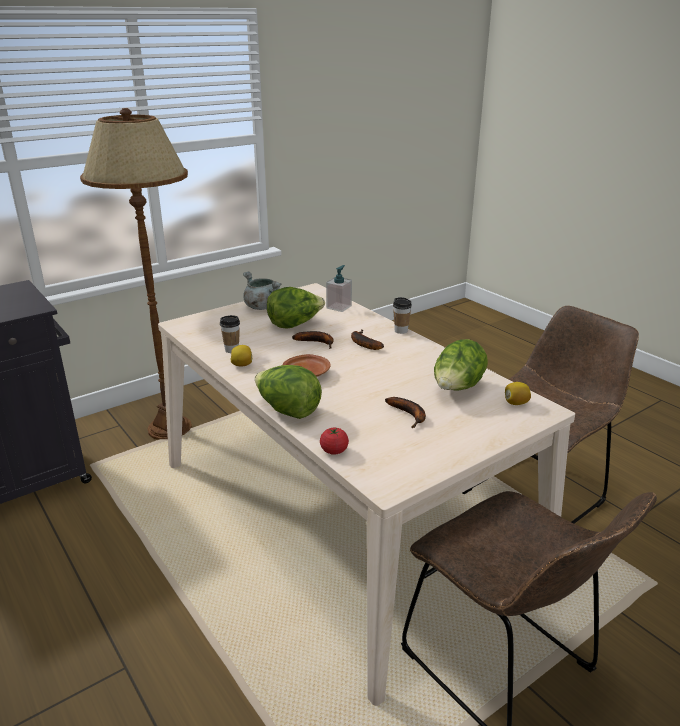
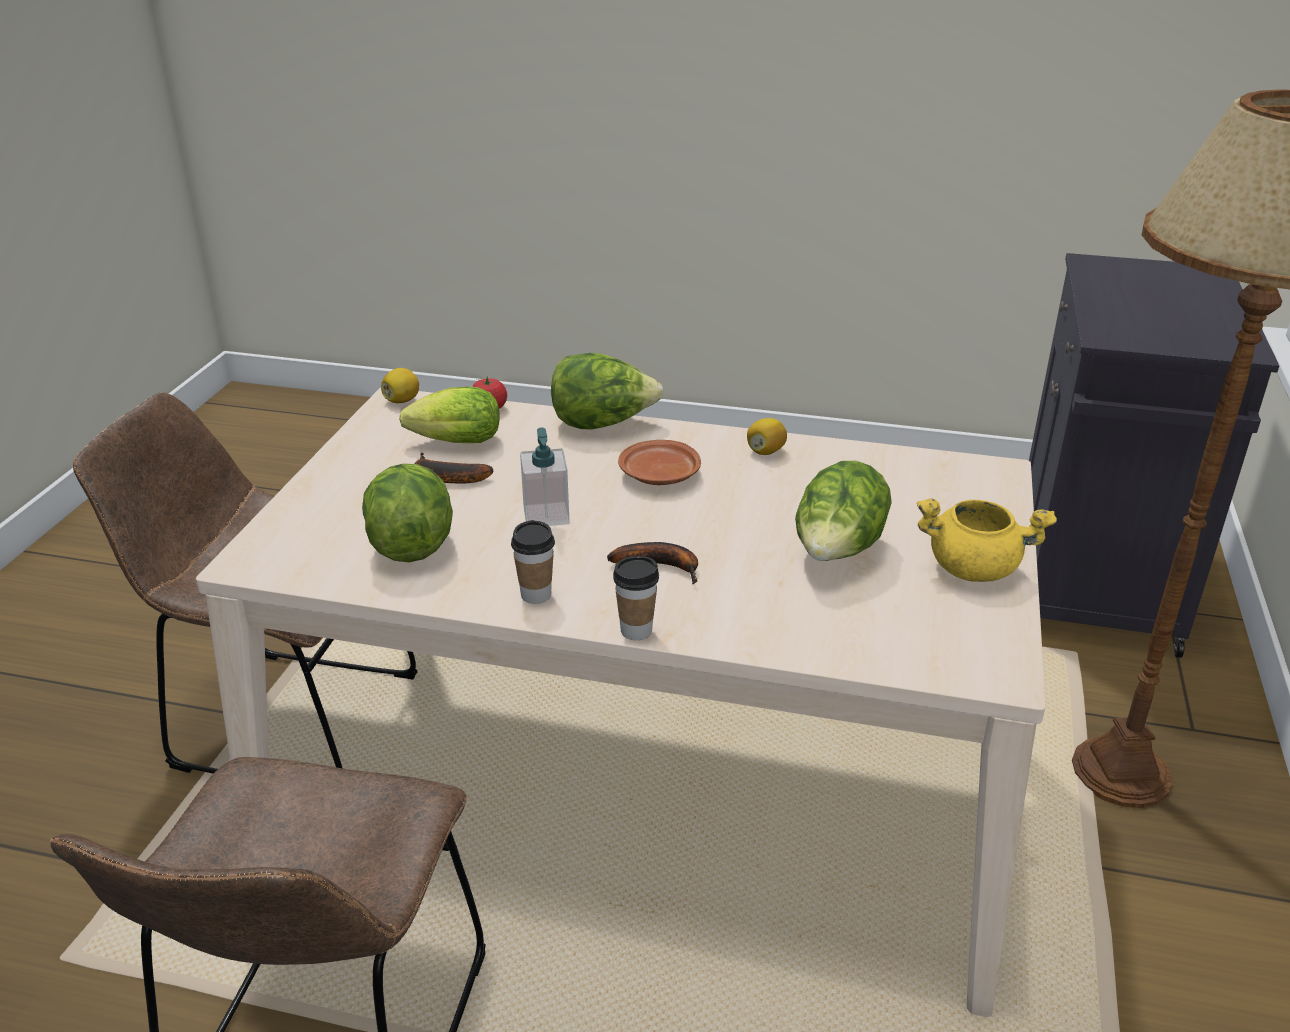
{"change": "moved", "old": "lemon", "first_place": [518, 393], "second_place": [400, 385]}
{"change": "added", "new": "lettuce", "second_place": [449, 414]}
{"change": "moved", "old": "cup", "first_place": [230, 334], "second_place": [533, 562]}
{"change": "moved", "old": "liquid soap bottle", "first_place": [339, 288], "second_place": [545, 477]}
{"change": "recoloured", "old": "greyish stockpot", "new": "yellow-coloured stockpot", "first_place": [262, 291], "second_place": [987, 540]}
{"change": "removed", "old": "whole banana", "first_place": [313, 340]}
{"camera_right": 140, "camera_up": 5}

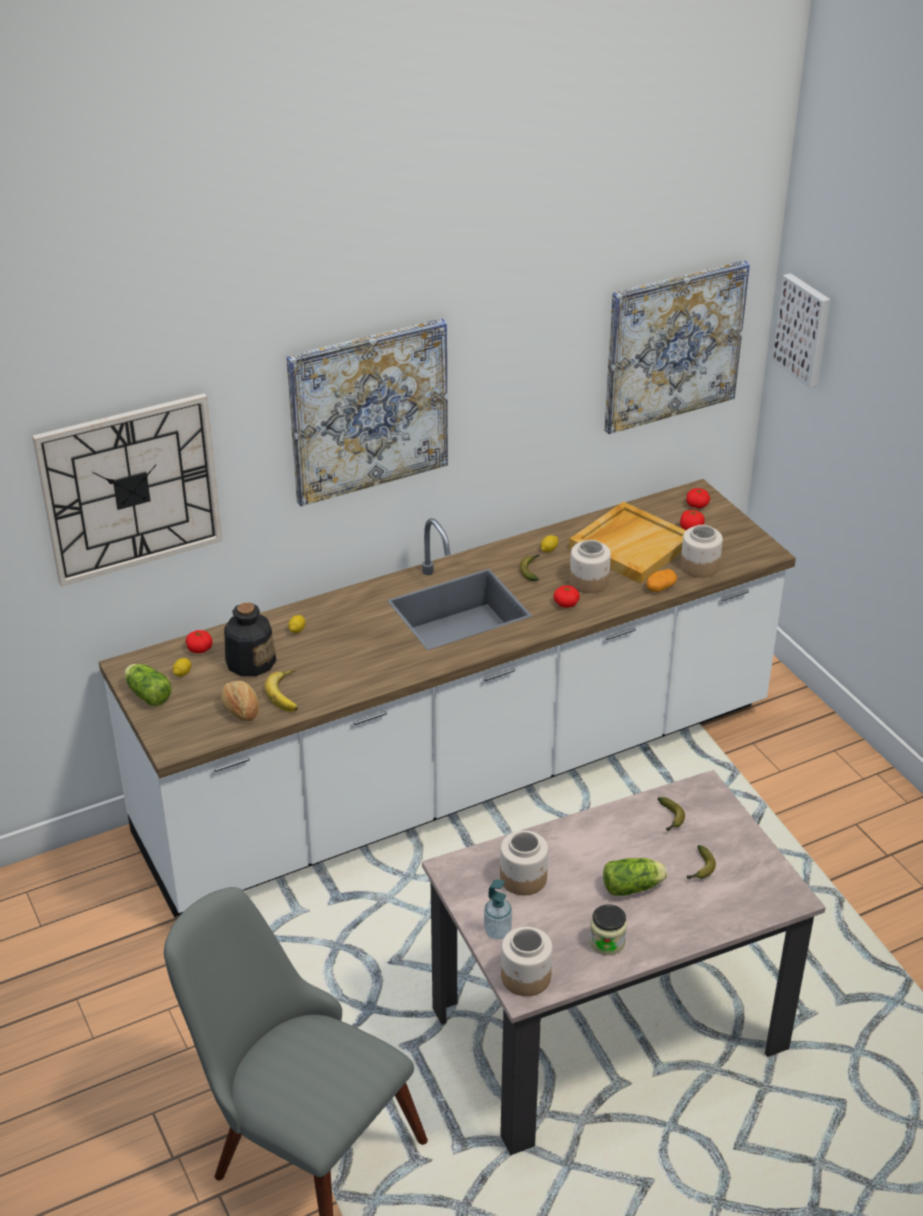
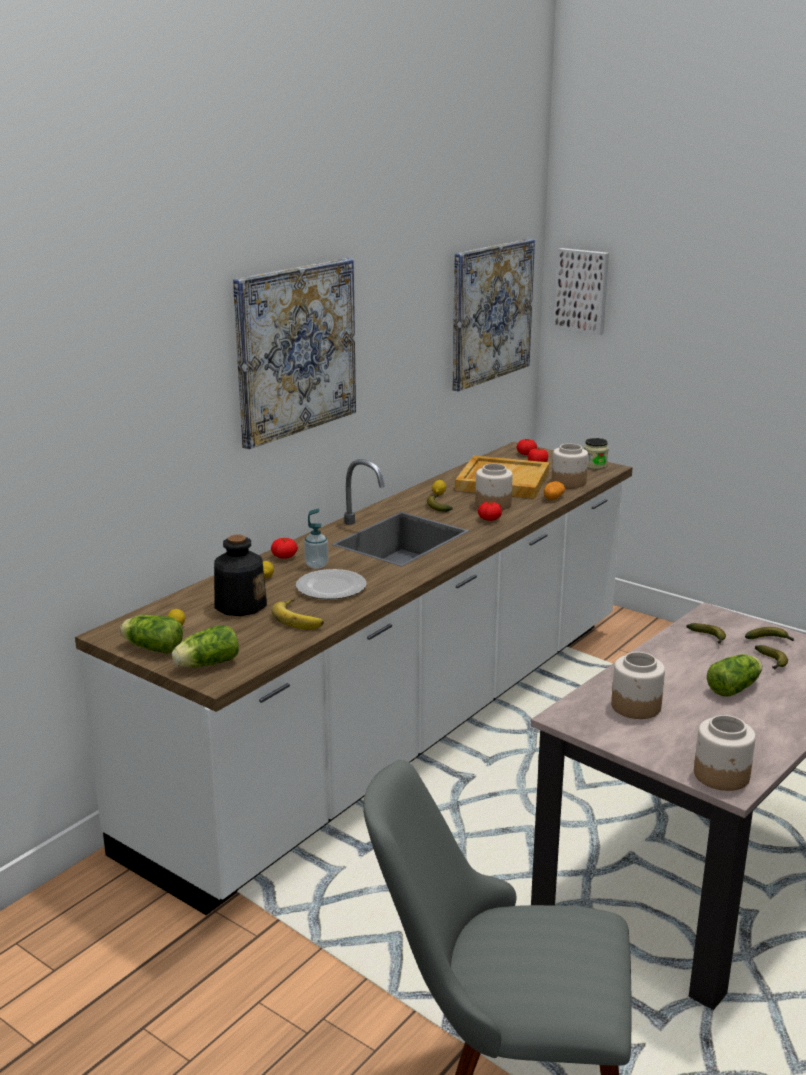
{"change": "added", "new": "lettuce", "second_place": [205, 646]}
{"change": "moved", "old": "whole tomato", "first_place": [199, 641], "second_place": [284, 548]}
{"change": "added", "new": "flat dish", "second_place": [331, 584]}
{"change": "moved", "old": "liquid soap bottle", "first_place": [498, 910], "second_place": [316, 538]}
{"change": "moved", "old": "jar", "first_place": [608, 930], "second_place": [596, 453]}
{"change": "added", "new": "whole banana", "second_place": [769, 634]}
{"change": "removed", "old": "wall clock", "first_place": [127, 489]}
{"change": "removed", "old": "baked bread", "first_place": [239, 701]}
{"camera_right": -25, "camera_up": -15}

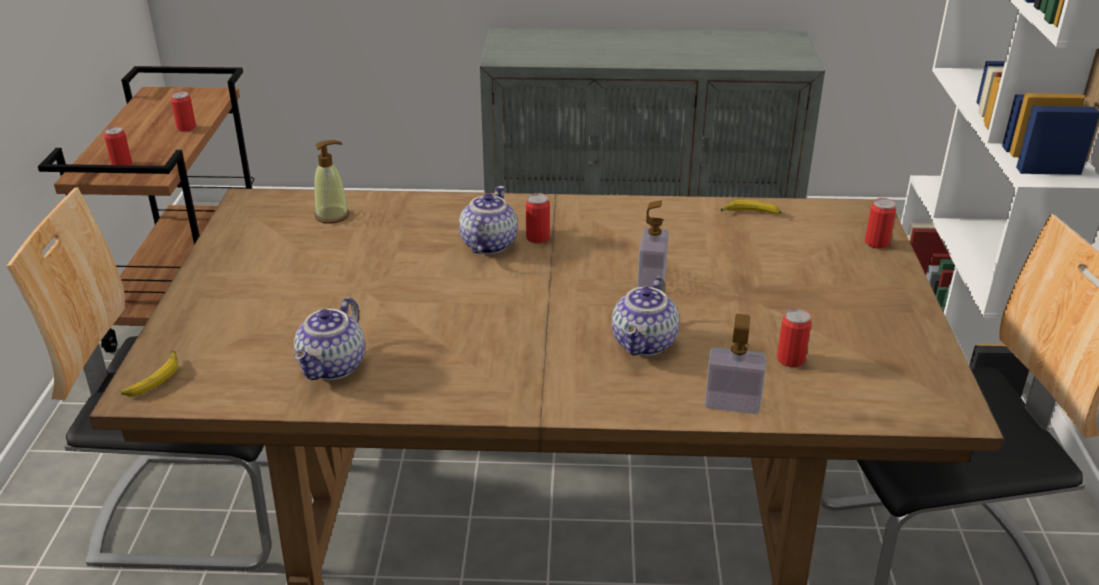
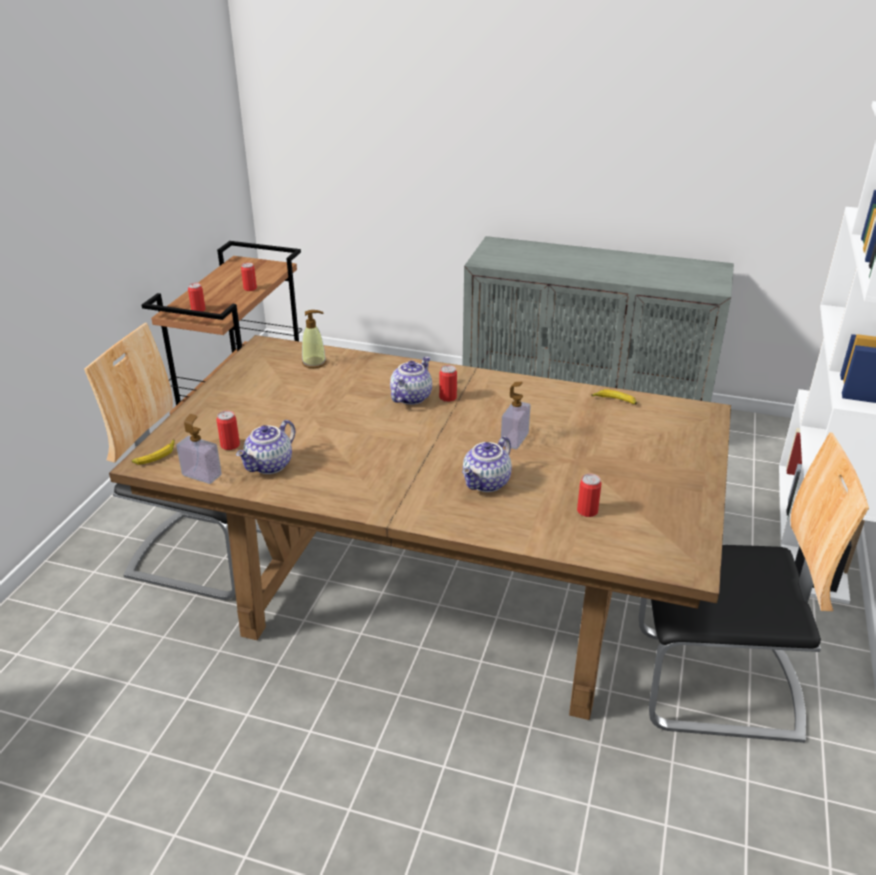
{"change": "moved", "old": "liquid soap bottle", "first_place": [735, 364], "second_place": [199, 449]}
{"change": "moved", "old": "metal can", "first_place": [880, 223], "second_place": [228, 430]}
{"camera_right": 15, "camera_up": 0}

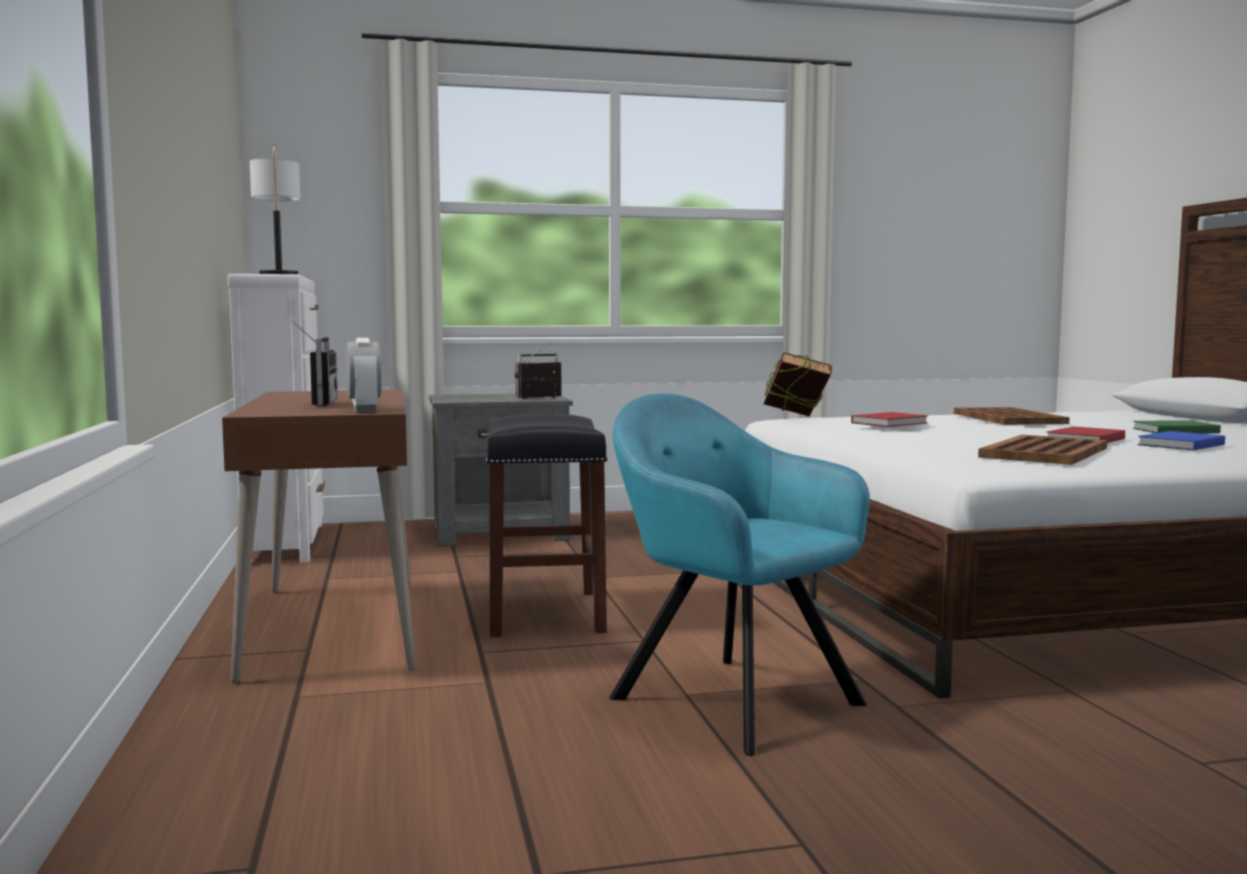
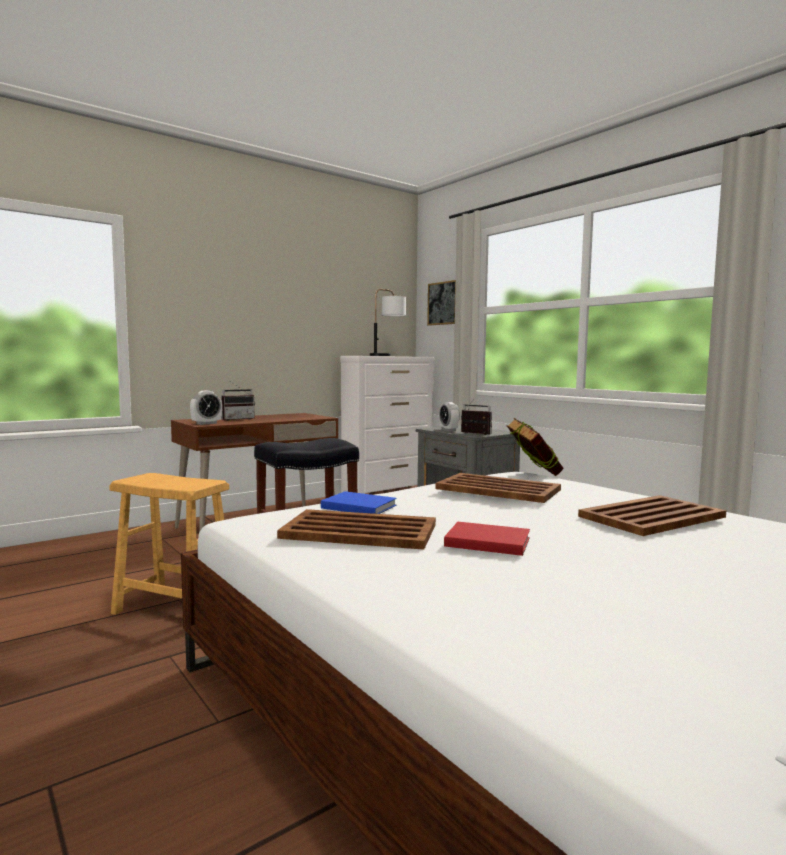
{"change": "replaced", "old": "turquoise-coloured lounge chair", "new": "brownish stool seat", "first_place": [739, 574], "second_place": [169, 544]}
{"change": "moved", "old": "blue-coloured book", "first_place": [1181, 440], "second_place": [359, 502]}
{"change": "added", "new": "wall art", "second_place": [441, 303]}
{"change": "replaced", "old": "reddish book", "new": "brownish carrying tray", "first_place": [889, 419], "second_place": [498, 488]}
{"change": "added", "new": "bedside clock", "second_place": [450, 417]}
{"change": "removed", "old": "green book", "first_place": [1177, 427]}
{"camera_right": 65, "camera_up": 0}

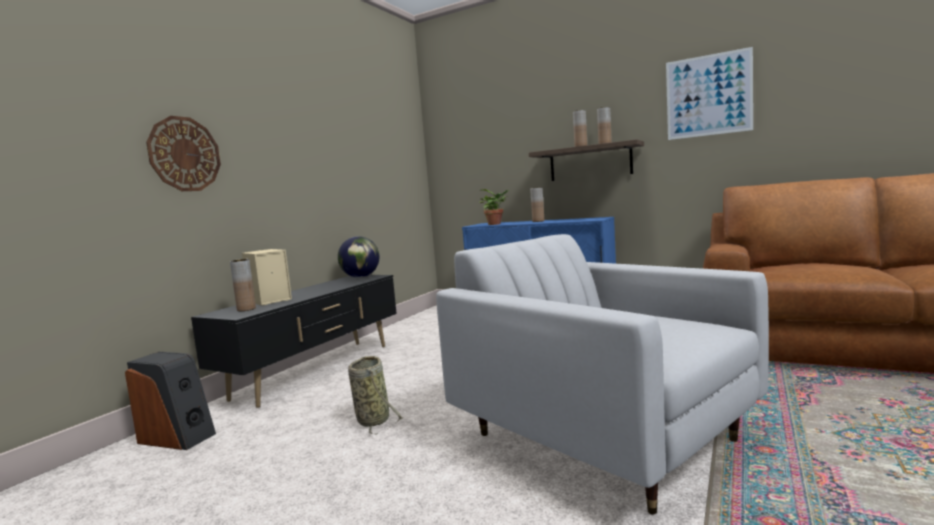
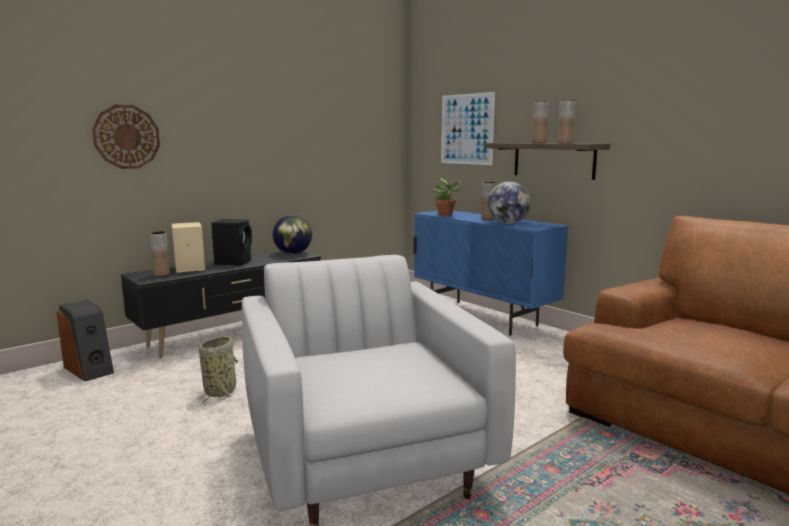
{"change": "added", "new": "blackish loudspeaker", "second_place": [231, 242]}
{"change": "moved", "old": "wall art", "first_place": [709, 93], "second_place": [468, 128]}
{"change": "added", "new": "desk globe", "second_place": [509, 202]}
{"camera_right": 20, "camera_up": 5}

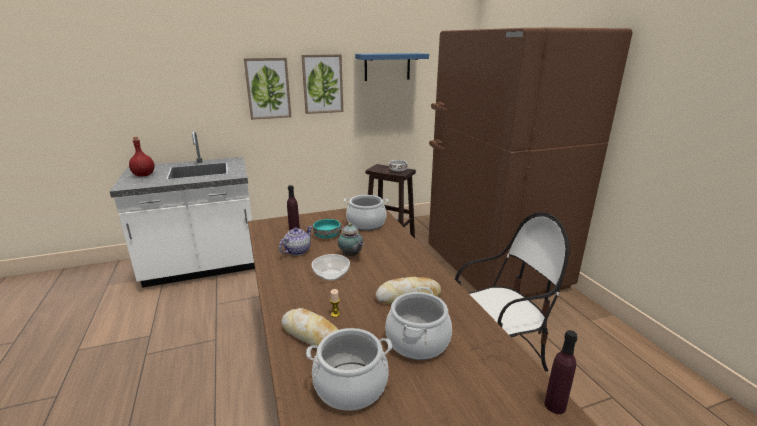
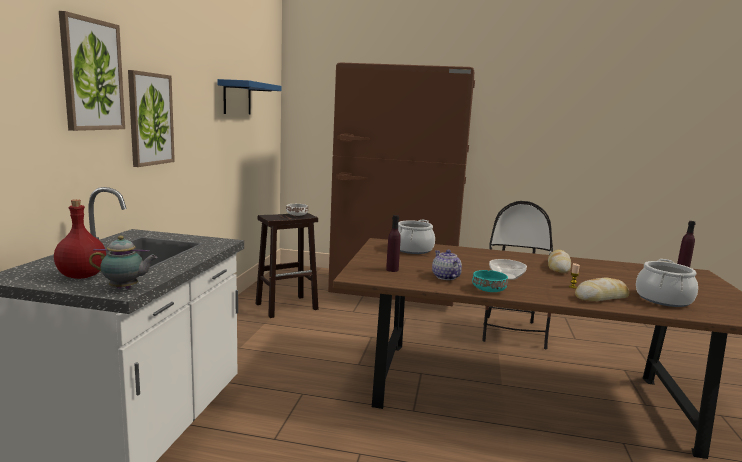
{"change": "moved", "old": "wall art", "first_place": [322, 84], "second_place": [92, 71]}
{"change": "moved", "old": "teapot", "first_place": [351, 240], "second_place": [123, 262]}
{"change": "moved", "old": "turquoise-coloured bowl", "first_place": [327, 228], "second_place": [490, 281]}
{"change": "removed", "old": "stockpot", "first_place": [418, 323]}
{"camera_right": -60, "camera_up": -10}

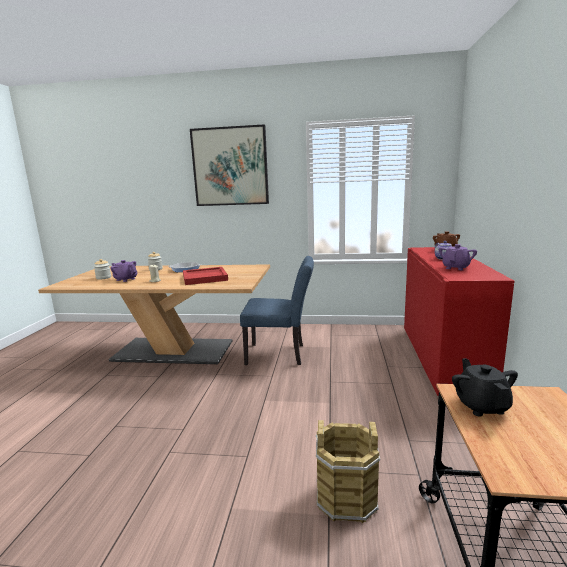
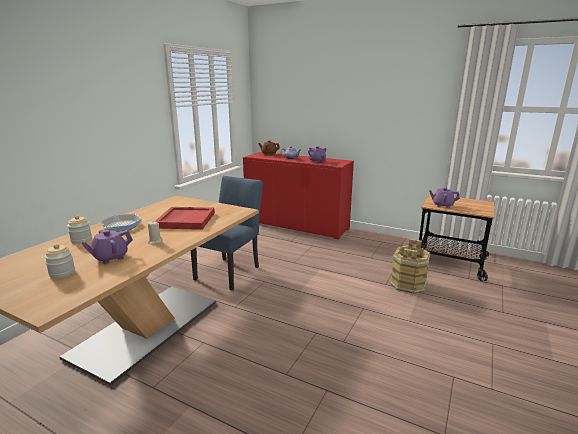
{"change": "recoloured", "old": "blackish teapot", "new": "purple-coloured teapot", "first_place": [485, 387], "second_place": [444, 198]}
{"change": "removed", "old": "wall art", "first_place": [229, 165]}
{"camera_right": -70, "camera_up": 5}

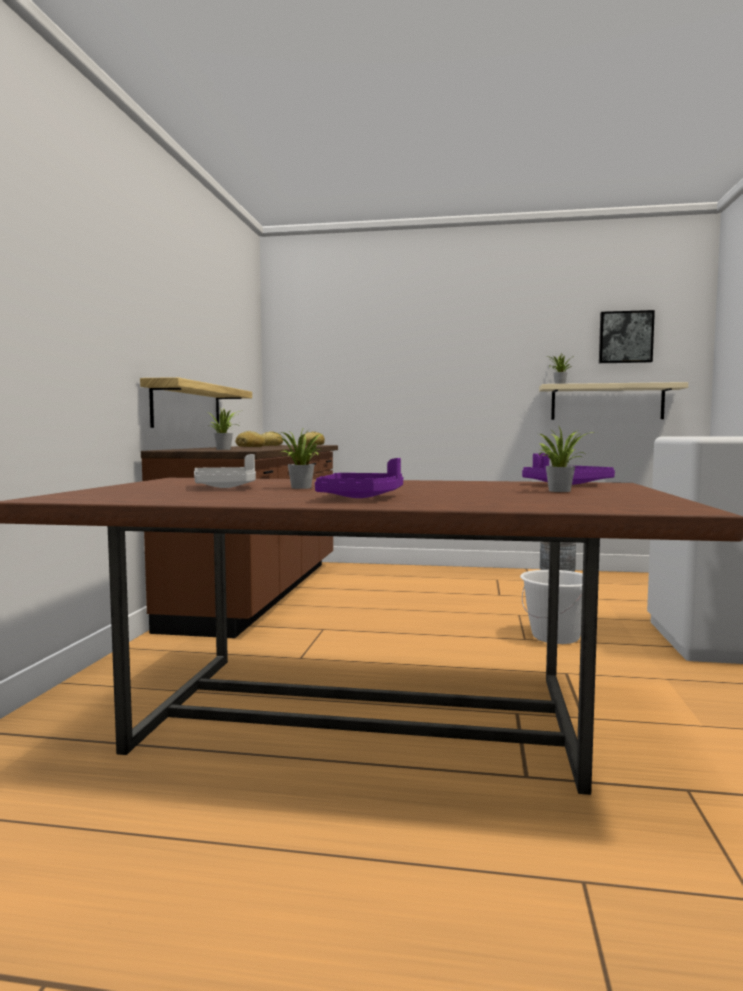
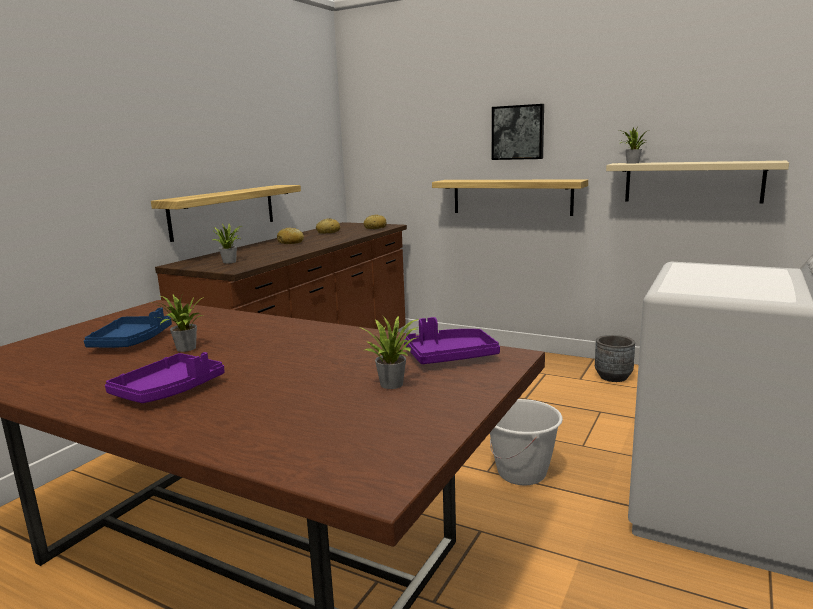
{"change": "recoloured", "old": "greyish carrying tray", "new": "blue-coloured carrying tray", "first_place": [225, 471], "second_place": [128, 328]}
{"change": "added", "new": "shelf", "second_place": [510, 197]}
{"change": "moved", "old": "wall art", "first_place": [627, 336], "second_place": [518, 132]}
{"camera_right": 20, "camera_up": 10}

